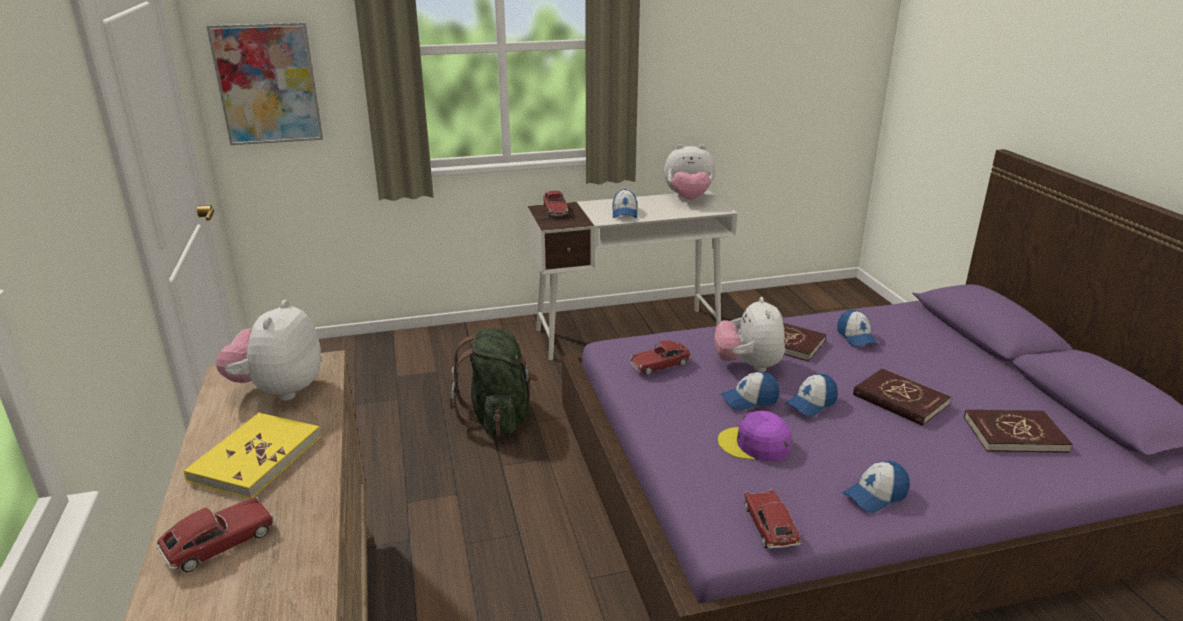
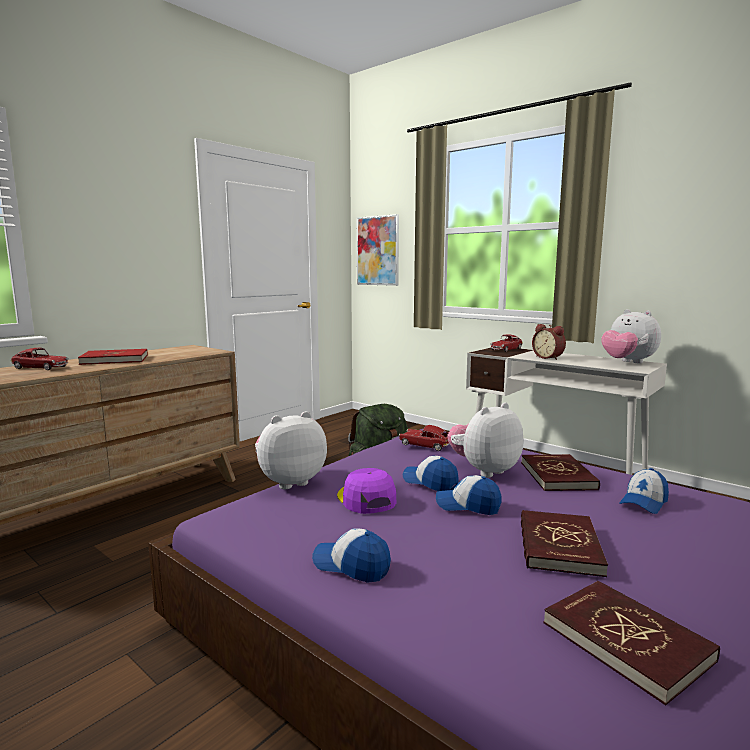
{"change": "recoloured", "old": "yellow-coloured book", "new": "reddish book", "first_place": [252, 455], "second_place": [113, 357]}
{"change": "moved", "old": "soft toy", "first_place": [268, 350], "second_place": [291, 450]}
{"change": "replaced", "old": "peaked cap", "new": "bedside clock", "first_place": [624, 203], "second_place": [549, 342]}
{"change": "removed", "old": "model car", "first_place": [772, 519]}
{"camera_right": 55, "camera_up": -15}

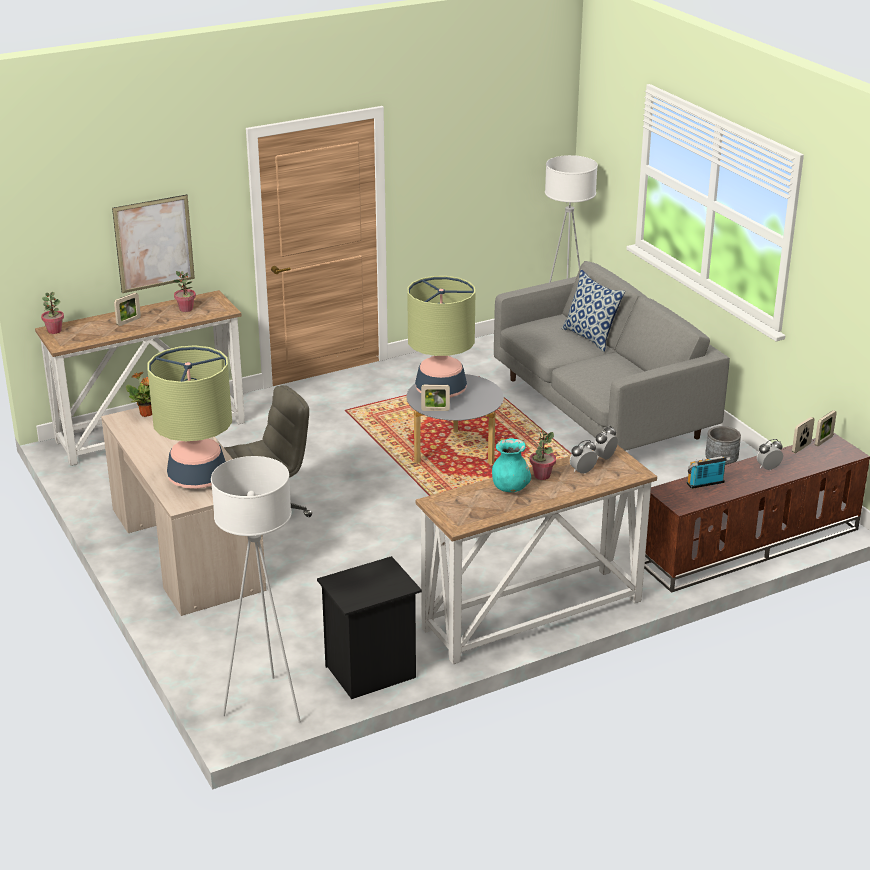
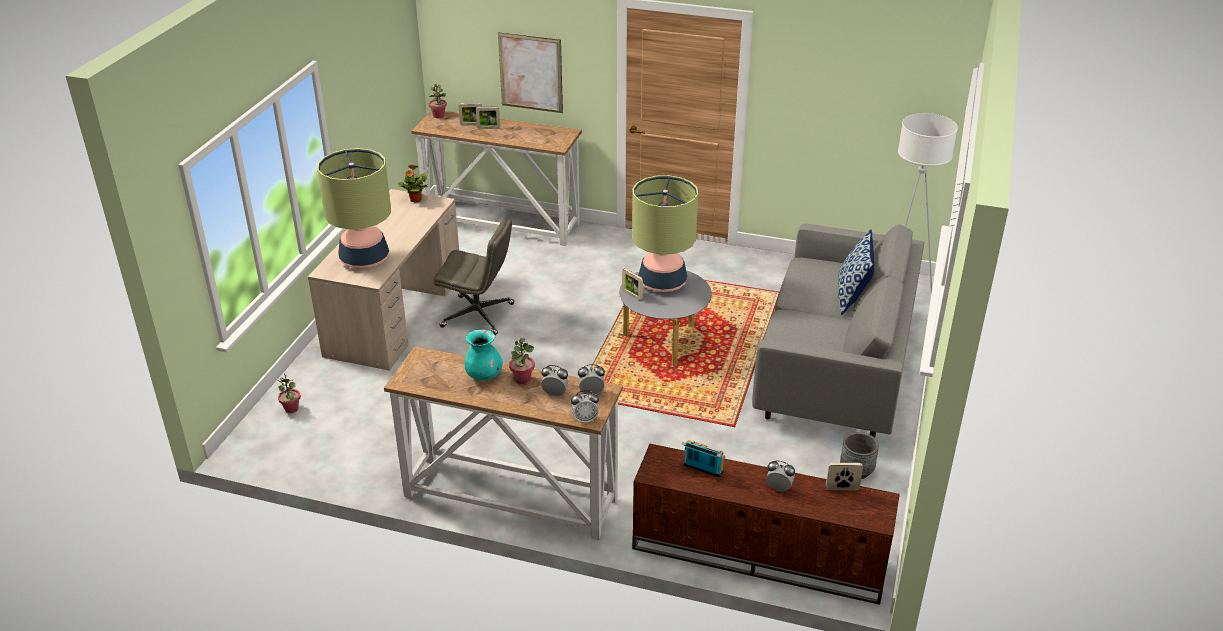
{"change": "moved", "old": "houseplant", "first_place": [184, 291], "second_place": [289, 393]}
{"change": "moved", "old": "picture frame", "first_place": [826, 428], "second_place": [470, 114]}
{"change": "added", "new": "bedside clock", "second_place": [585, 406]}
{"change": "removed", "old": "white-coloured floor lamp", "first_place": [256, 589]}
{"change": "removed", "old": "blackish nightstand", "first_place": [369, 627]}
{"camera_right": 45, "camera_up": 5}

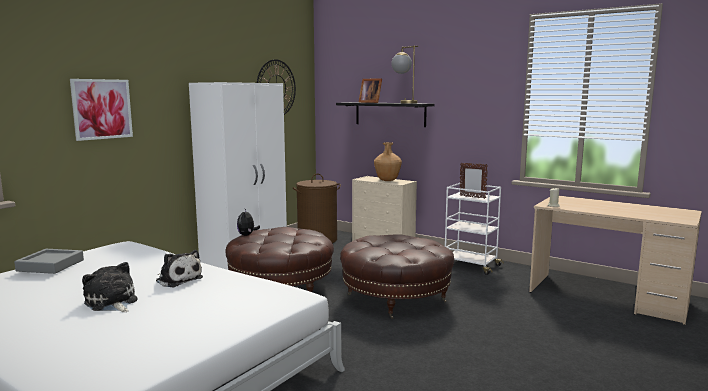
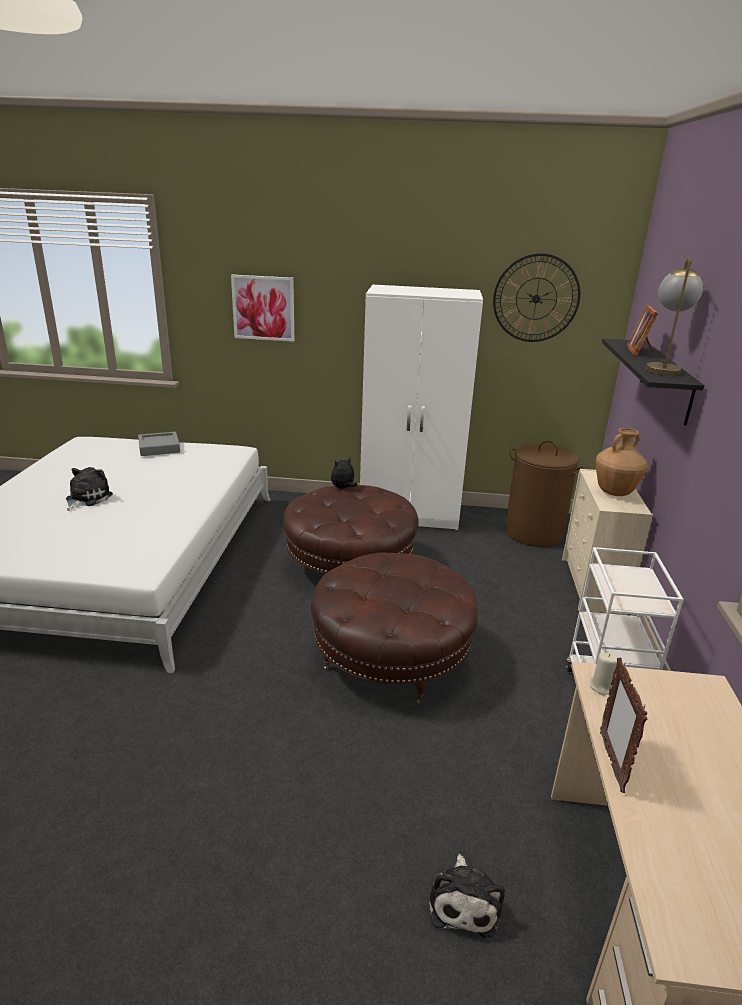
{"change": "moved", "old": "soft toy", "first_place": [179, 268], "second_place": [467, 896]}
{"change": "moved", "old": "picture frame", "first_place": [473, 180], "second_place": [623, 725]}
{"camera_right": 60, "camera_up": 15}

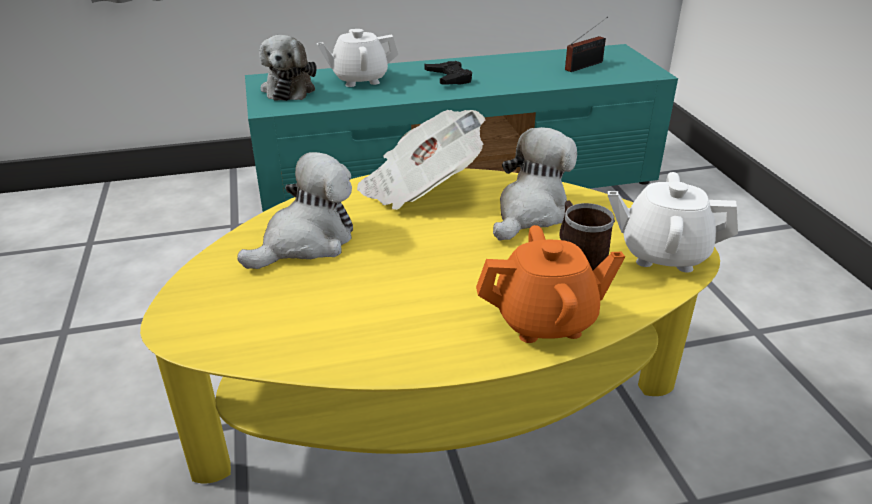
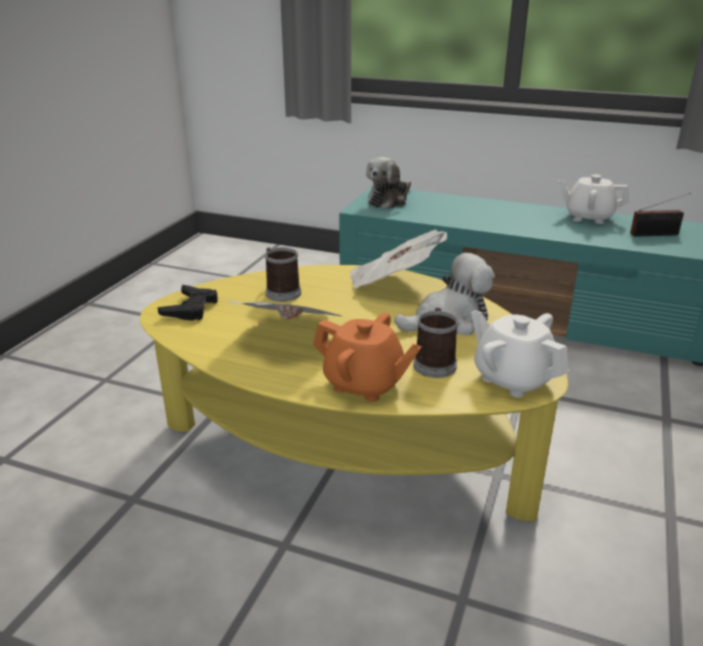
{"change": "moved", "old": "blackish joypad", "first_place": [448, 73], "second_place": [187, 303]}
{"change": "added", "new": "newspaper", "second_place": [285, 310]}
{"change": "replaced", "old": "soft toy", "new": "mug", "first_place": [295, 210], "second_place": [283, 274]}
{"change": "moved", "old": "white-coloured teapot", "first_place": [357, 58], "second_place": [593, 199]}
{"camera_right": 35, "camera_up": -5}

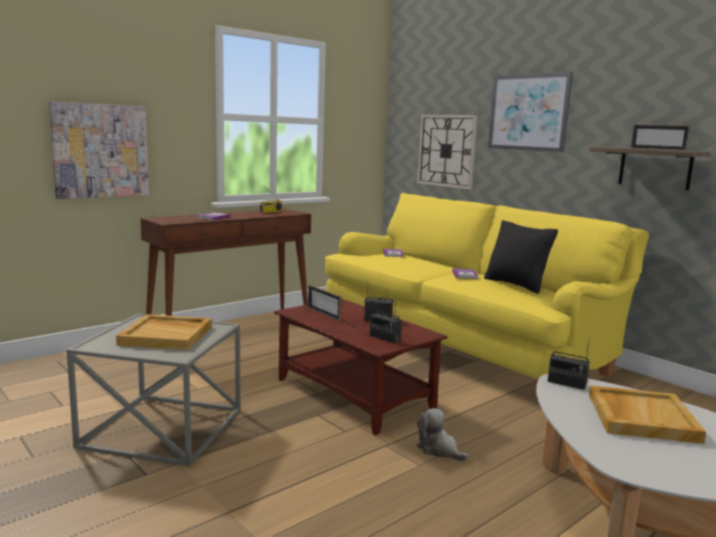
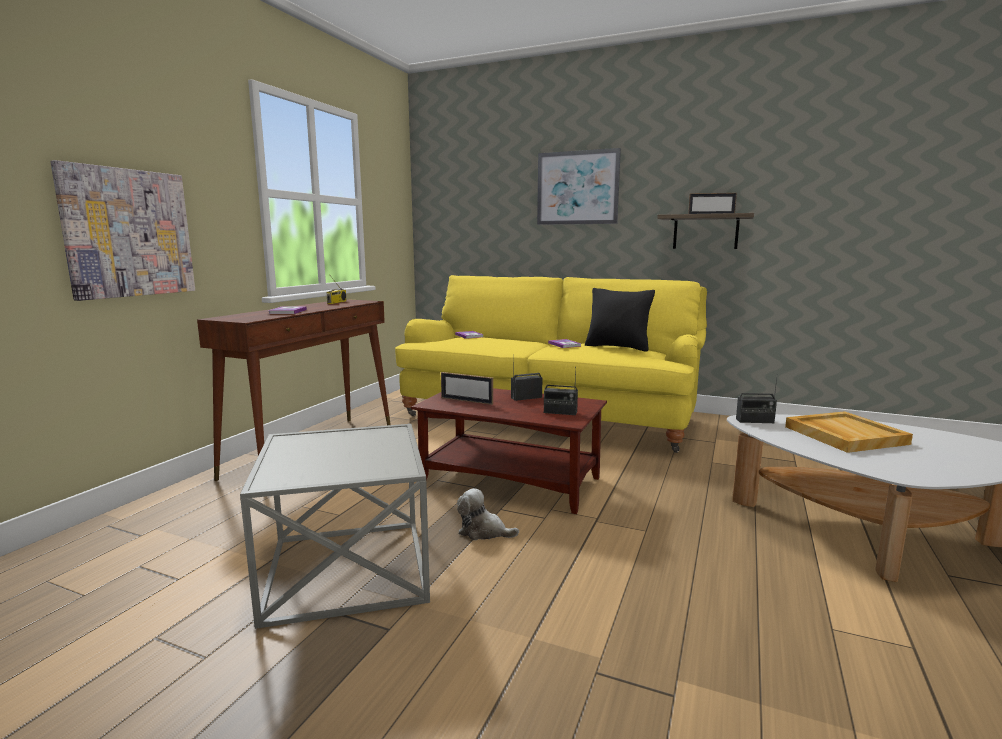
{"change": "moved", "old": "soft toy", "first_place": [442, 434], "second_place": [488, 514]}
{"change": "removed", "old": "sand-coloured carrying tray", "first_place": [164, 332]}
{"change": "removed", "old": "wall clock", "first_place": [447, 152]}
{"camera_right": -25, "camera_up": 0}

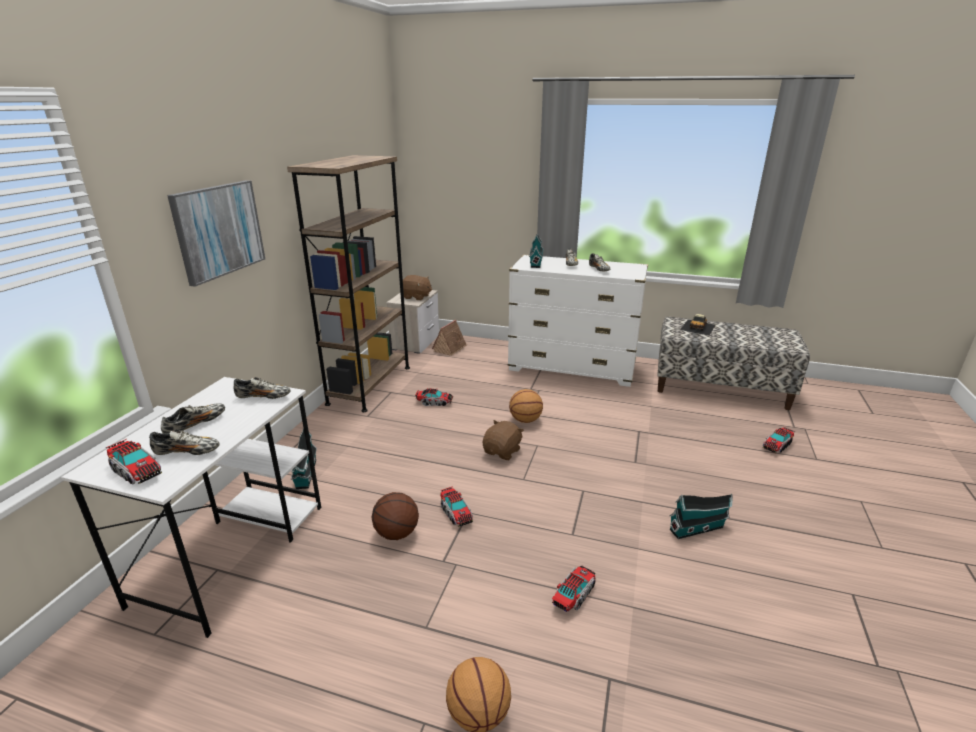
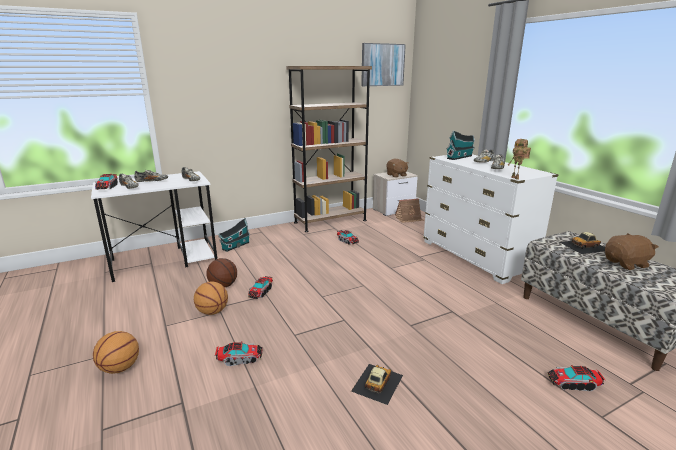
{"change": "moved", "old": "ball for basketball", "first_place": [526, 406], "second_place": [211, 298]}
{"change": "replaced", "old": "miniature house", "new": "model car", "first_place": [701, 516], "second_place": [377, 384]}
{"change": "moved", "old": "wall art", "first_place": [216, 233], "second_place": [383, 64]}
{"change": "added", "new": "robot figure", "second_place": [520, 159]}
{"change": "moved", "old": "brownish soft toy", "first_place": [503, 440], "second_place": [632, 251]}
{"camera_right": 45, "camera_up": -5}

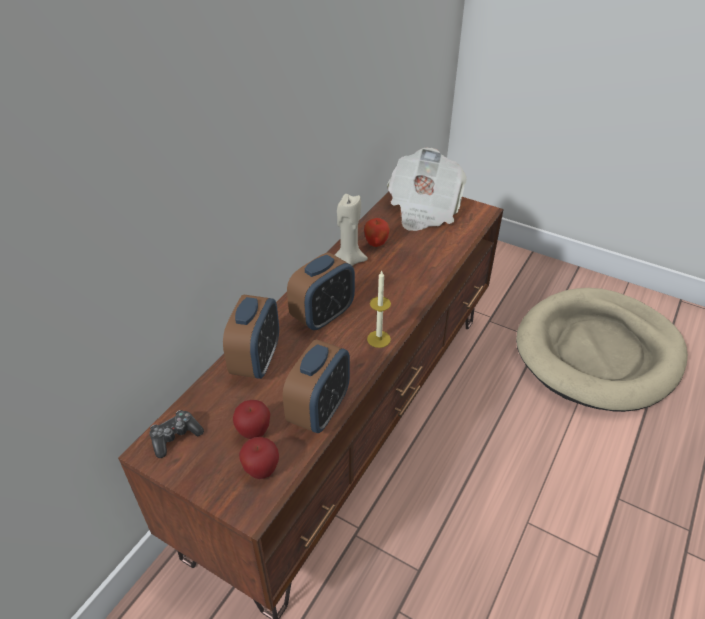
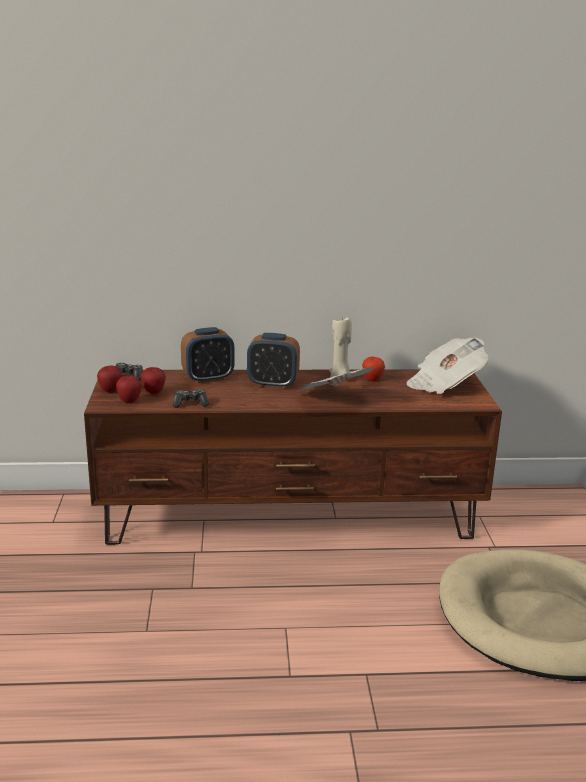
{"change": "added", "new": "apple fruit", "second_place": [109, 379]}
{"change": "replaced", "old": "bedside clock", "new": "joypad", "first_place": [316, 386], "second_place": [191, 398]}
{"change": "added", "new": "newspaper", "second_place": [335, 379]}
{"change": "removed", "old": "candle", "first_place": [379, 309]}
{"camera_right": 55, "camera_up": -20}

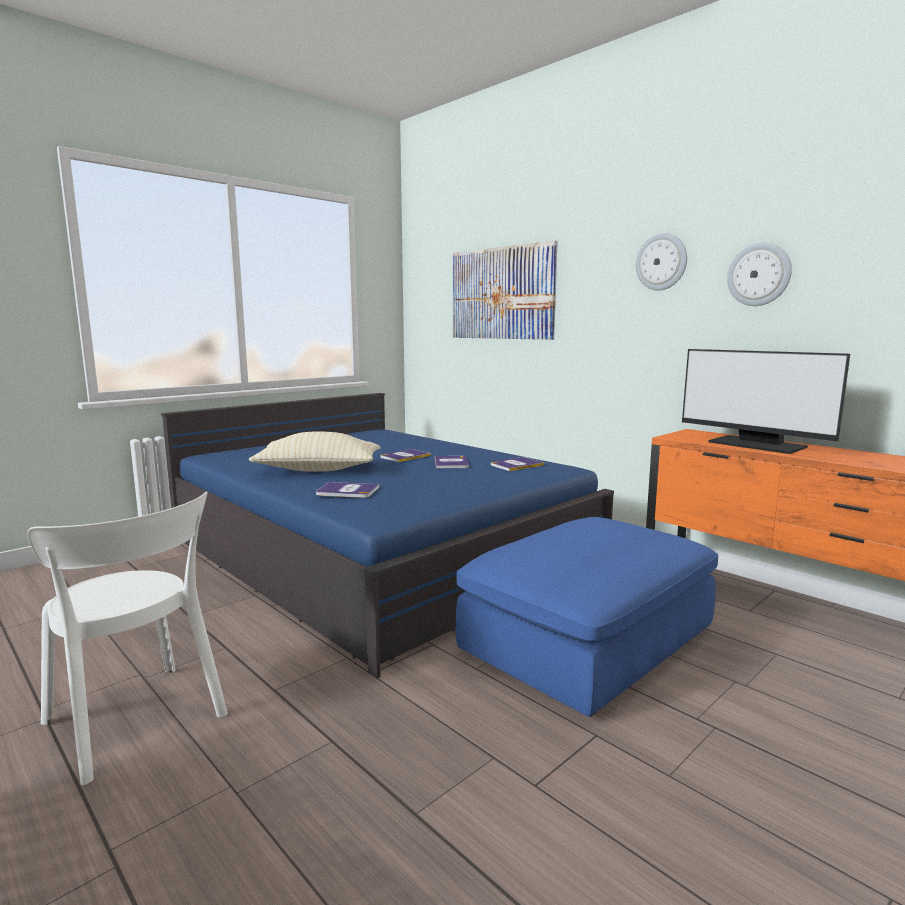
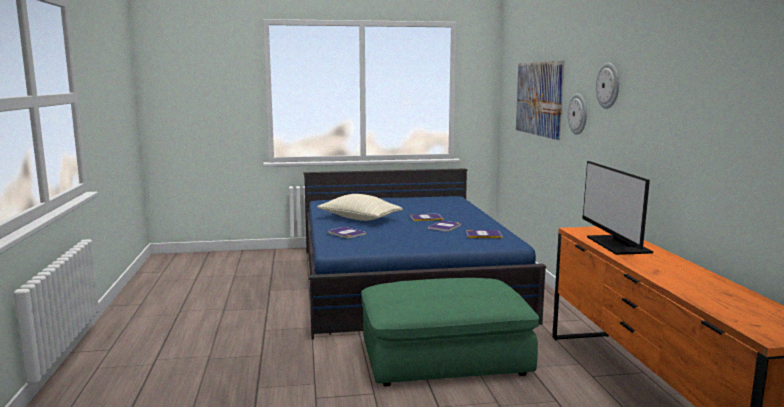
{"change": "recoloured", "old": "blue-coloured ottoman", "new": "green ottoman", "first_place": [586, 617], "second_place": [450, 332]}
{"change": "moved", "old": "wall clock", "first_place": [759, 274], "second_place": [577, 114]}
{"change": "removed", "old": "white-coloured upright chair", "first_place": [127, 638]}
{"camera_right": 35, "camera_up": 0}

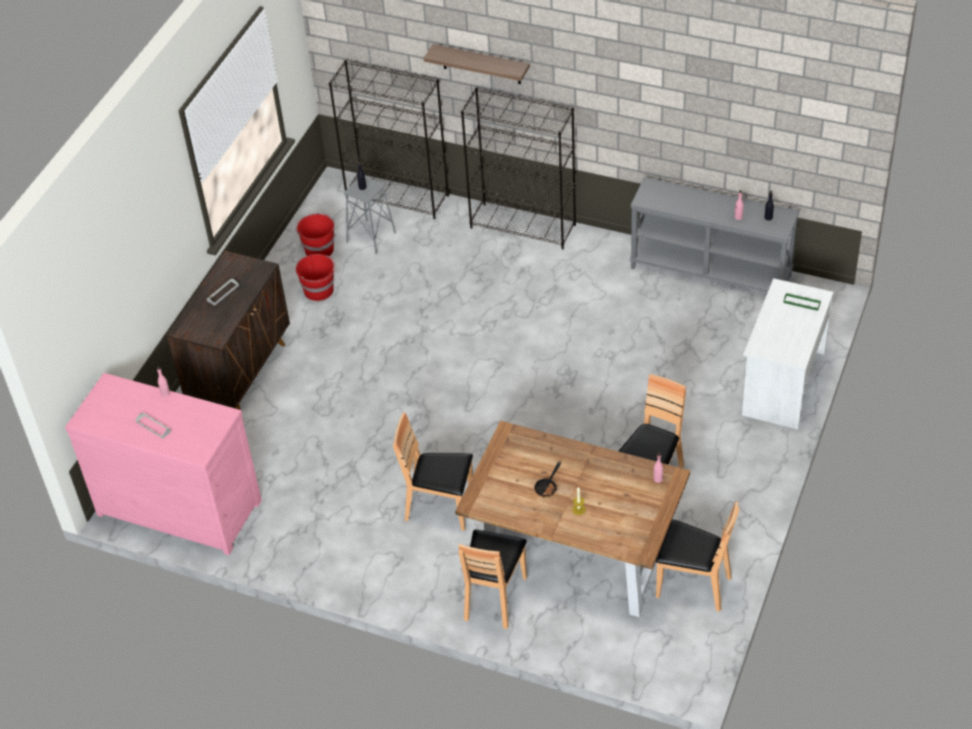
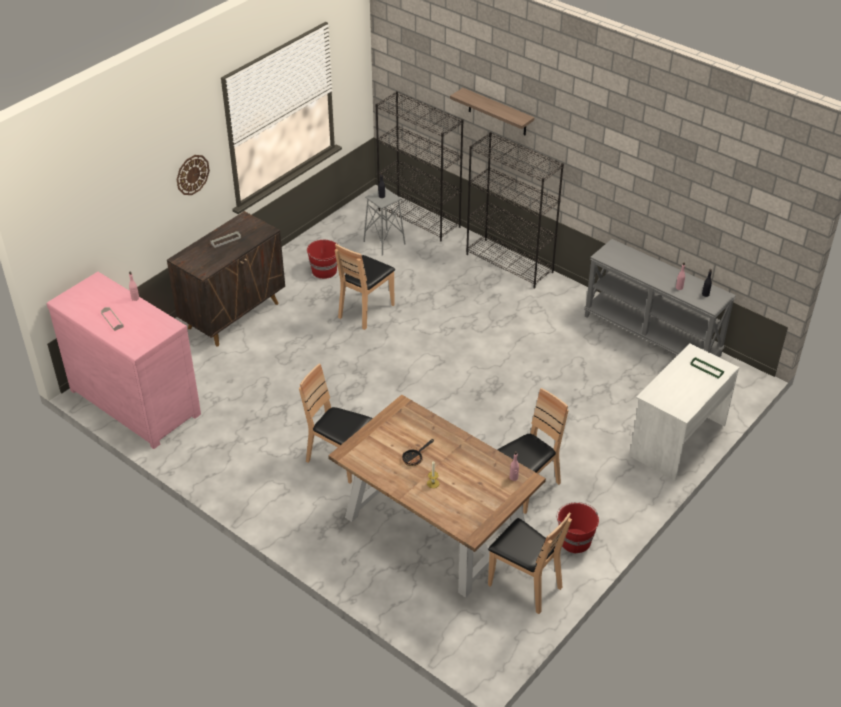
{"change": "added", "new": "wall clock", "second_place": [193, 175]}
{"change": "moved", "old": "brownish upright chair", "first_place": [492, 579], "second_place": [365, 287]}
{"change": "moved", "old": "reddish pail", "first_place": [314, 234], "second_place": [577, 528]}
{"camera_right": 15, "camera_up": -5}

